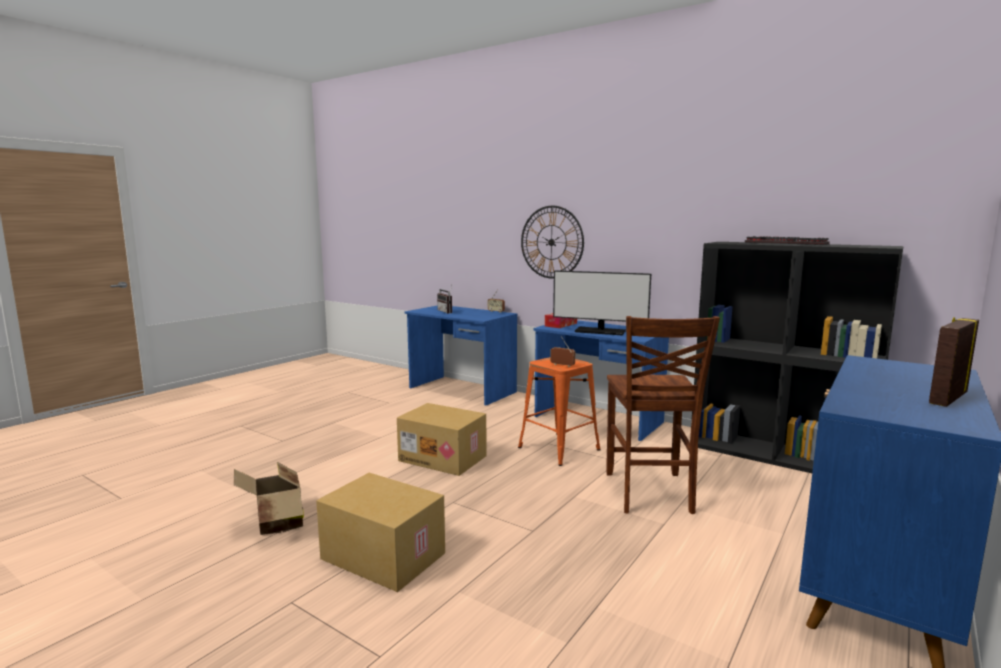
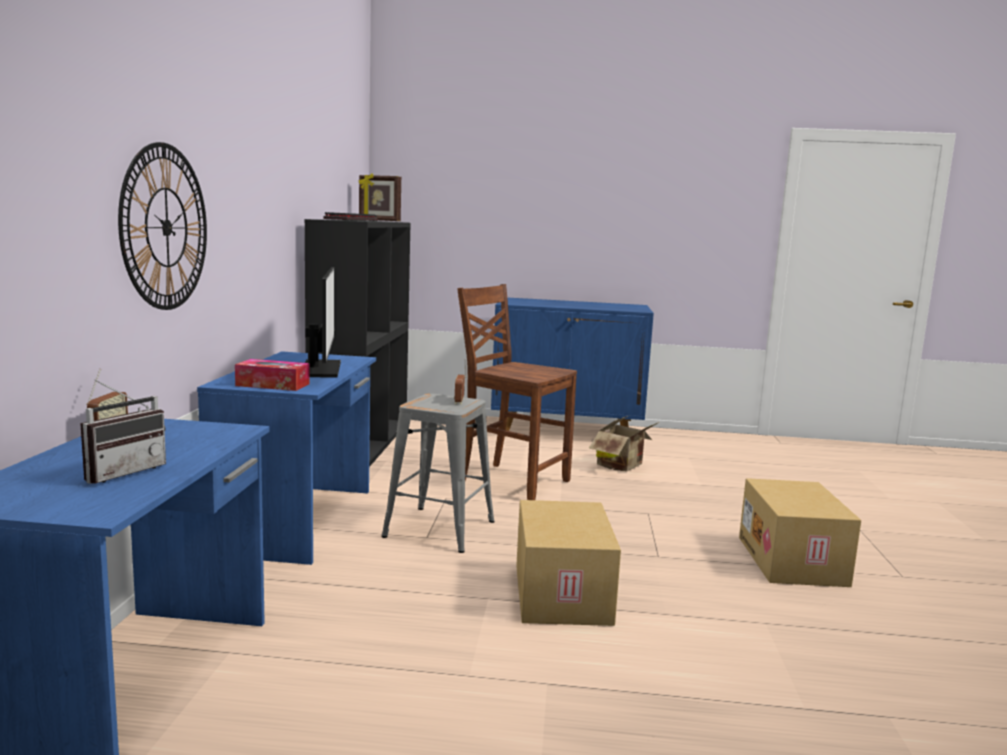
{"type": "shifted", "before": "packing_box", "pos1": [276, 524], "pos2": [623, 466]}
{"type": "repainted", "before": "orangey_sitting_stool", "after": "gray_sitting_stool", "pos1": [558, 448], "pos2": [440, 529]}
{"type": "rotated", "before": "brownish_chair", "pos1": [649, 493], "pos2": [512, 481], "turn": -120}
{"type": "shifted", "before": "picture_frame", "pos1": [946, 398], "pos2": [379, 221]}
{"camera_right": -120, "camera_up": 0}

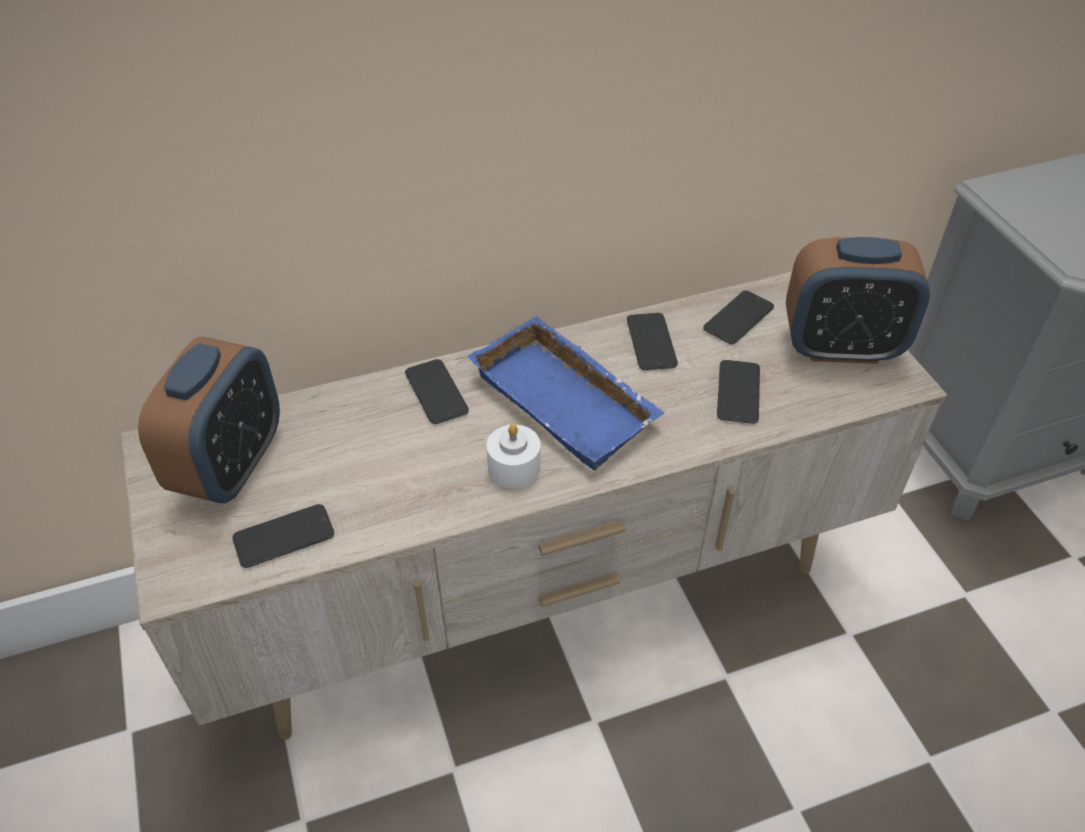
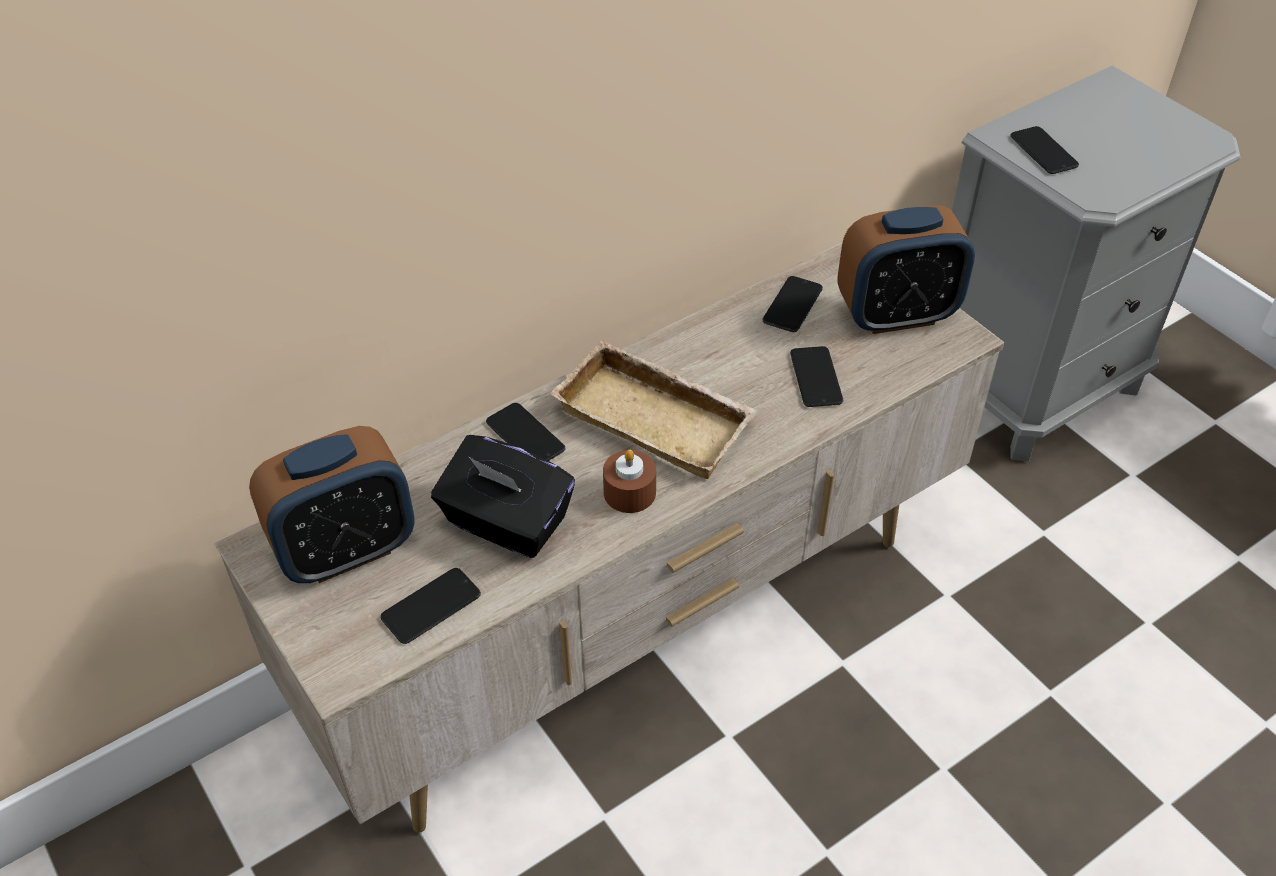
{"type": "rotated", "before": "bedside_clock", "pos1": [231, 465], "pos2": [346, 550], "turn": 60}
{"type": "repainted", "before": "blue_tray", "after": "beige-coloured_tray", "pos1": [569, 400], "pos2": [658, 417]}
{"type": "repainted", "before": "white-coloured_candle", "after": "brownish_candle", "pos1": [514, 467], "pos2": [629, 492]}
{"type": "shifted", "before": "handset", "pos1": [651, 342], "pos2": [1043, 151]}
{"type": "new", "after": "black_tissue_box", "pos2": [506, 523]}
{"camera_right": -15, "camera_up": 0}

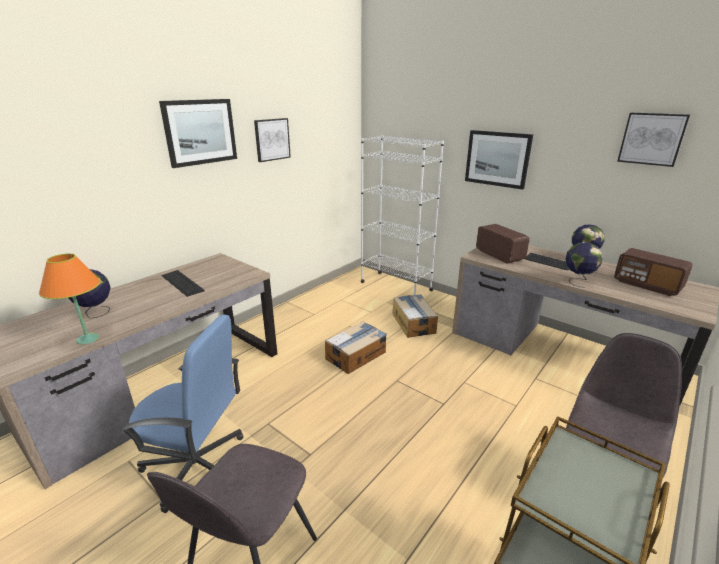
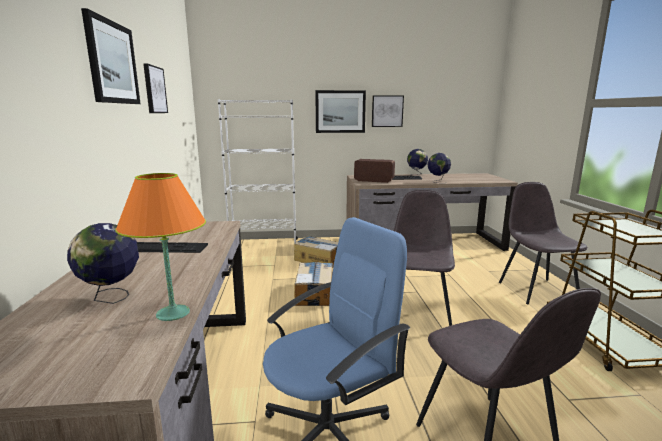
{"type": "gone", "before": "radio_set", "pos1": [647, 285]}
{"type": "shifted", "before": "wall_art", "pos1": [652, 139], "pos2": [387, 111]}
{"type": "new", "after": "gray_chair", "pos2": [418, 311]}
{"camera_right": -45, "camera_up": -10}

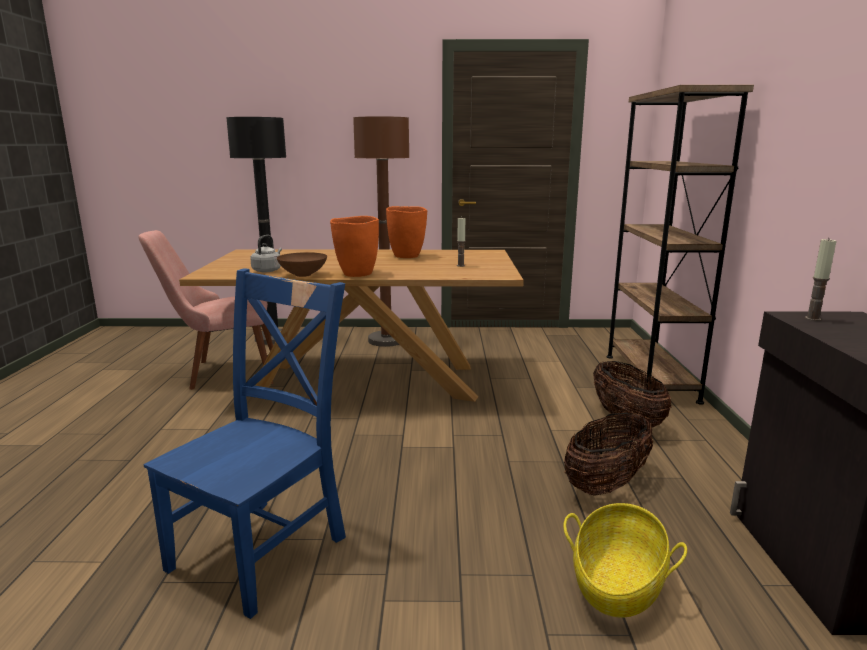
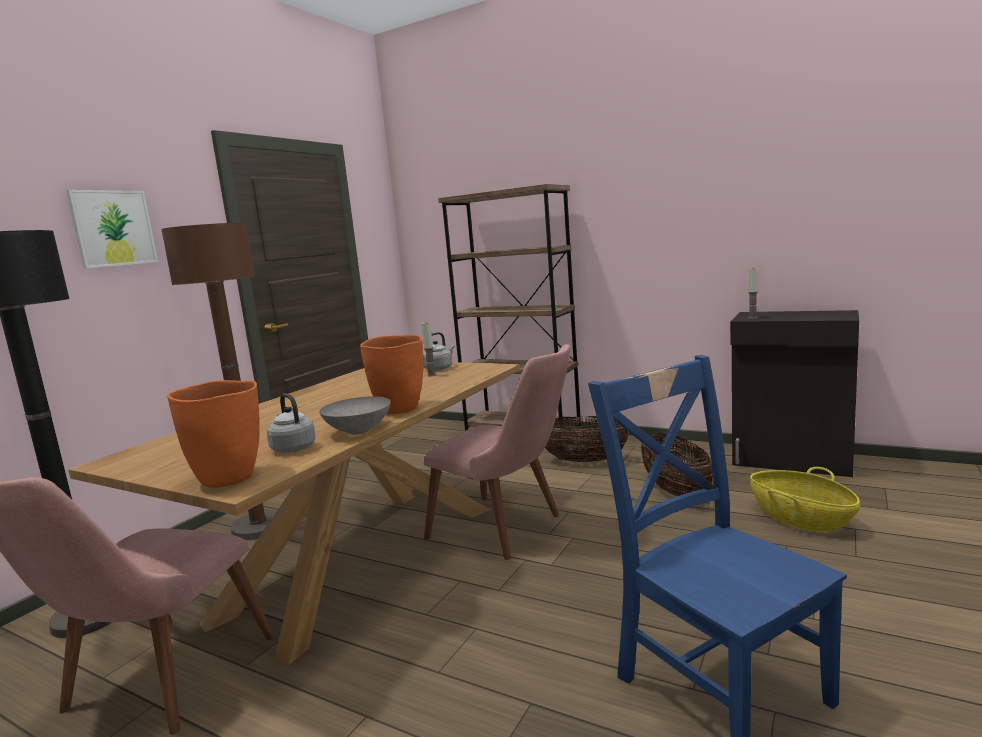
{"type": "repainted", "before": "brownish_deep_dish", "after": "gray_deep_dish", "pos1": [303, 275], "pos2": [358, 431]}
{"type": "shifted", "before": "orangey_decorative_vase", "pos1": [407, 256], "pos2": [229, 478]}
{"type": "new", "after": "wall_art", "pos2": [113, 228]}
{"type": "new", "after": "gray_kettle", "pos2": [439, 368]}
{"type": "new", "after": "pink_chair", "pos2": [509, 529]}
{"camera_right": -60, "camera_up": -5}

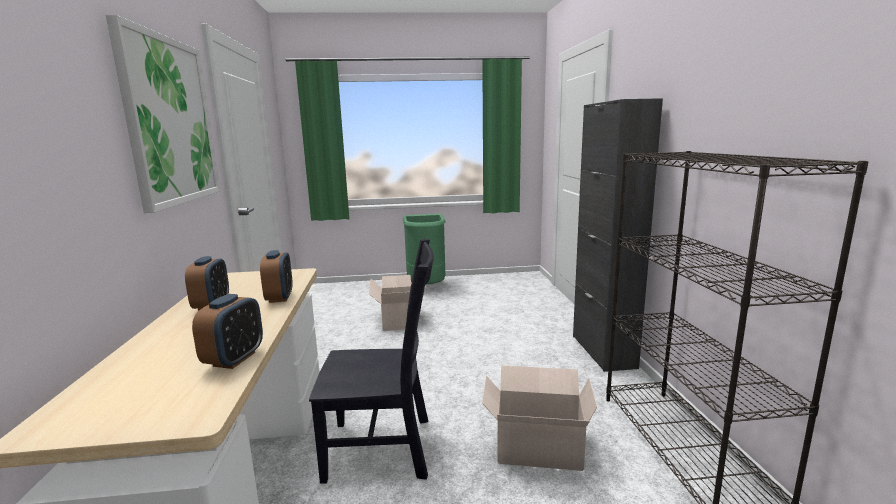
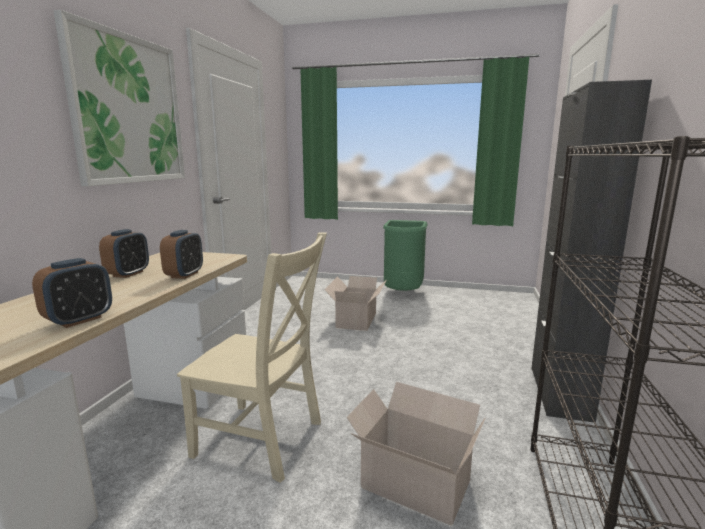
{"type": "repainted", "before": "black_chair", "after": "beige-coloured_chair", "pos1": [384, 449], "pos2": [263, 440]}
{"camera_right": 20, "camera_up": 0}

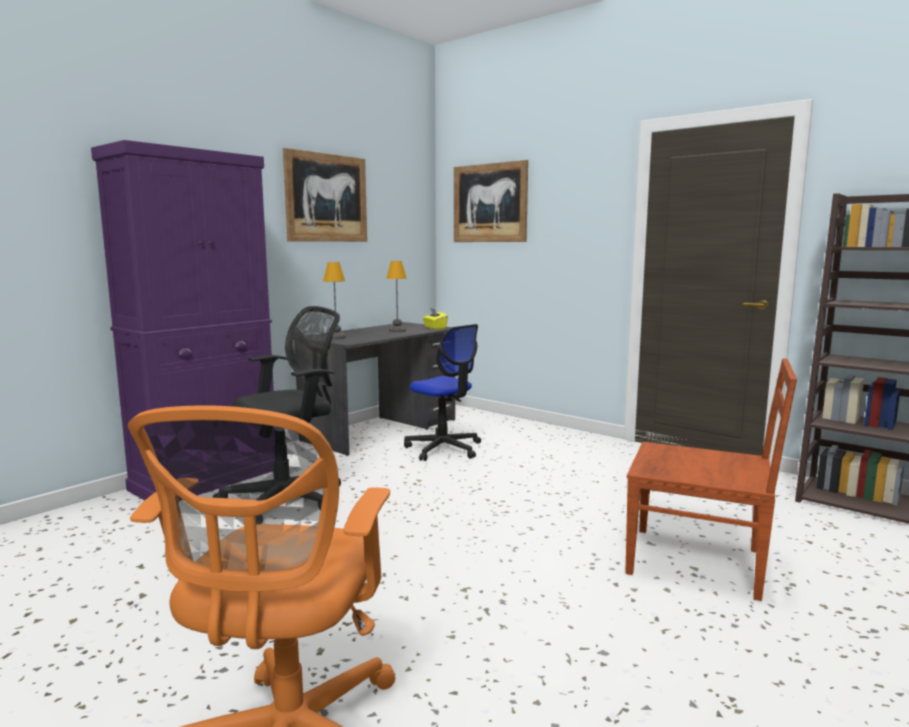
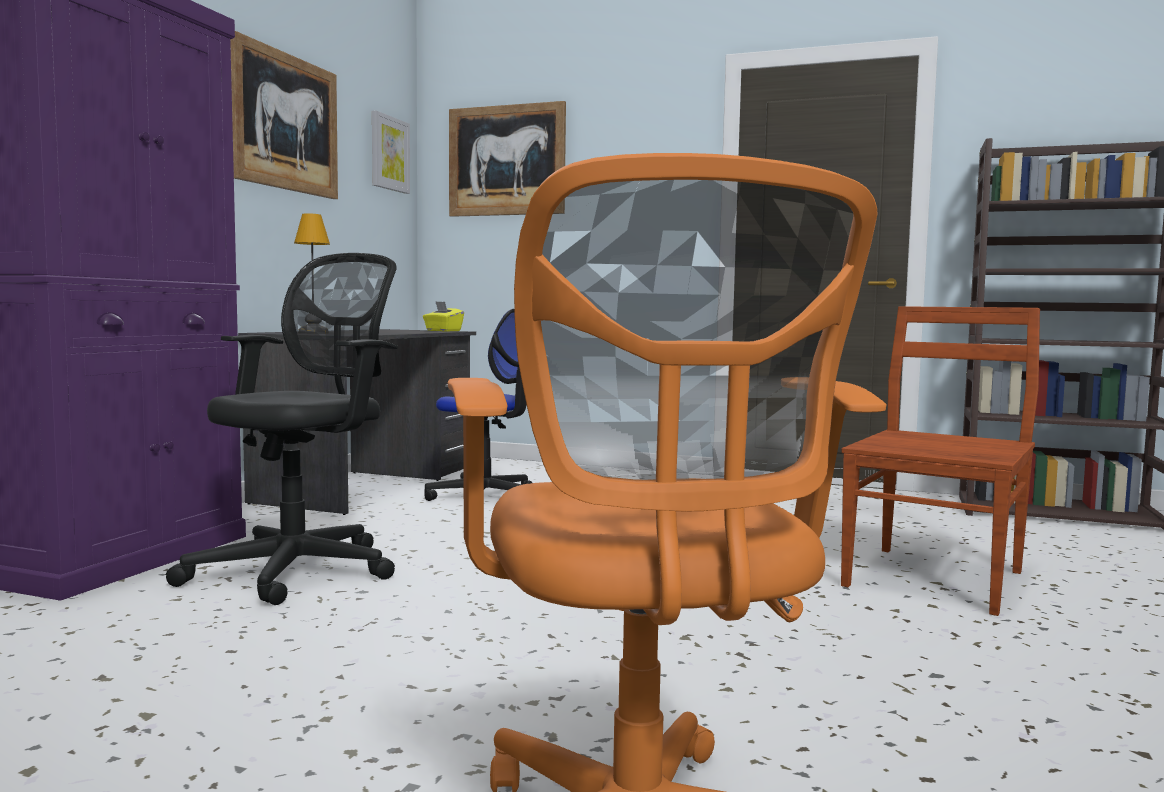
{"type": "gone", "before": "lamp_for_a_table", "pos1": [396, 331]}
{"type": "rotated", "before": "brownish_chair", "pos1": [698, 563], "pos2": [936, 577], "turn": -60}
{"type": "new", "after": "wall_art", "pos2": [389, 153]}
{"camera_right": -20, "camera_up": -5}

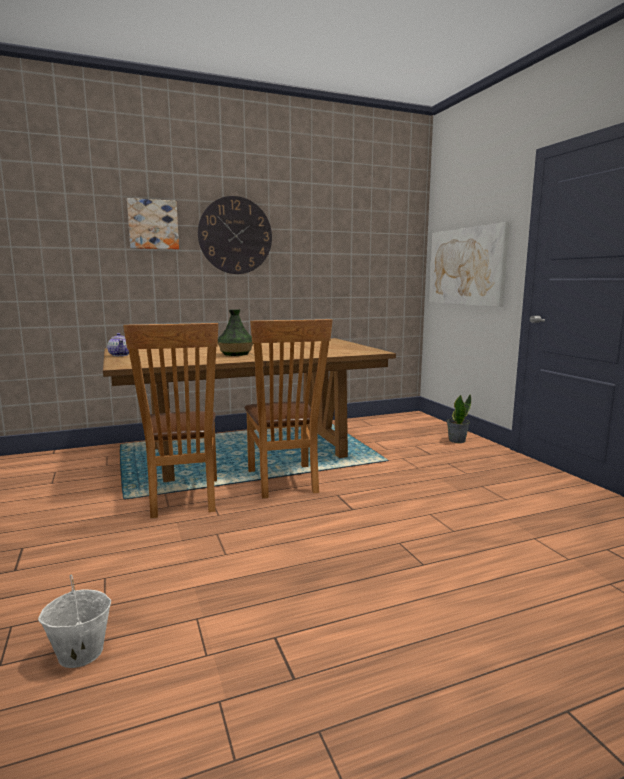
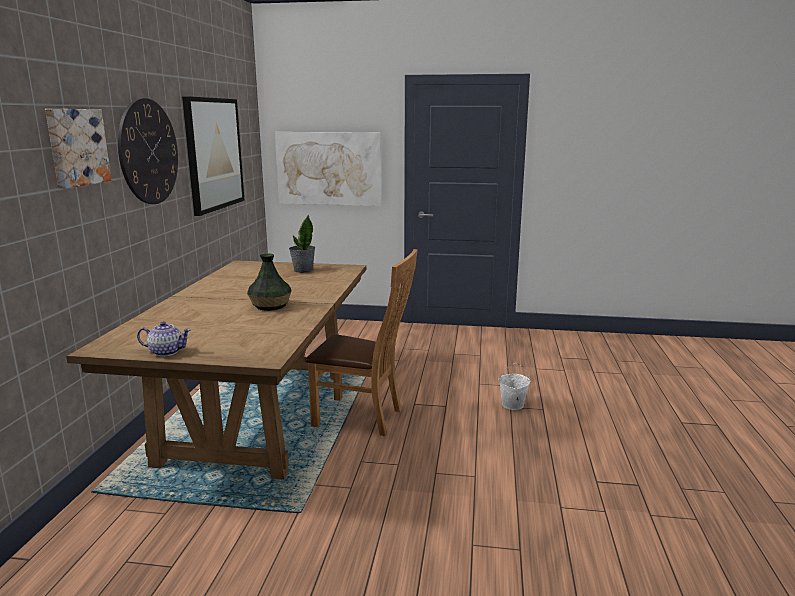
{"type": "shifted", "before": "white-coloured_water_bucket", "pos1": [80, 653], "pos2": [512, 405]}
{"type": "gone", "before": "brownish_chair", "pos1": [183, 500]}
{"type": "shifted", "before": "potted_plant", "pos1": [456, 440], "pos2": [303, 270]}
{"type": "new", "after": "wall_art", "pos2": [214, 154]}
{"camera_right": -60, "camera_up": 5}

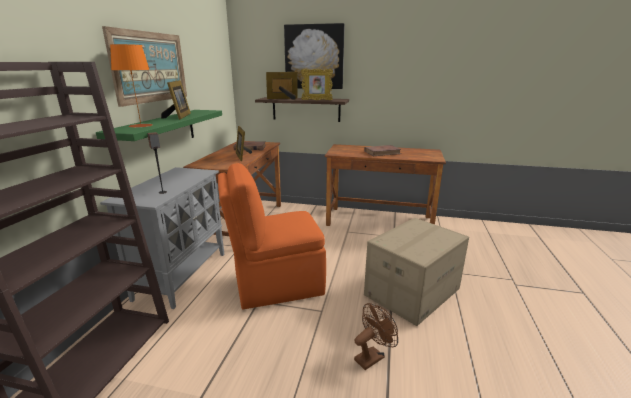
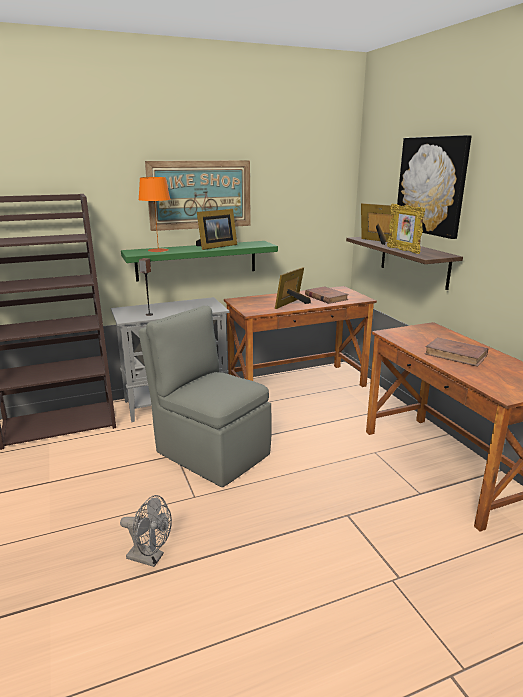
{"type": "repainted", "before": "orangey_chair", "after": "gray_chair", "pos1": [276, 284], "pos2": [211, 452]}
{"type": "repainted", "before": "brownish_fan", "after": "gray_fan", "pos1": [372, 356], "pos2": [150, 558]}
{"type": "gone", "before": "packing_box", "pos1": [411, 291]}
{"camera_right": 55, "camera_up": 0}

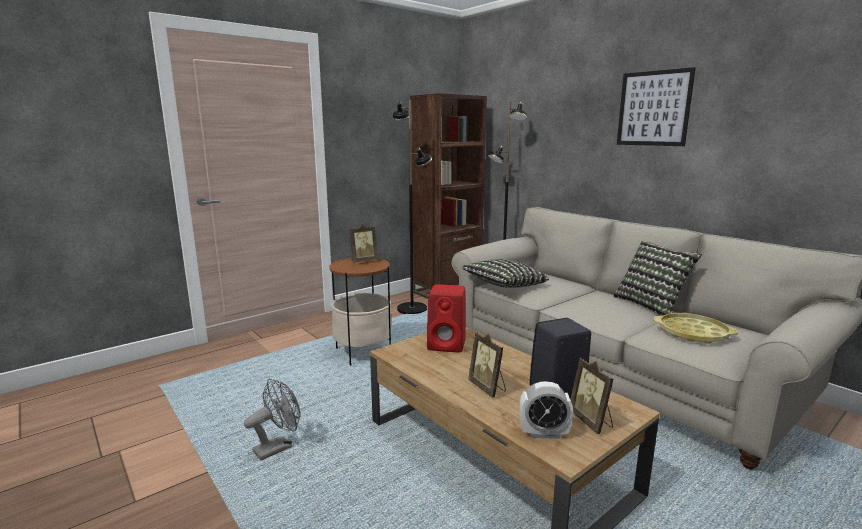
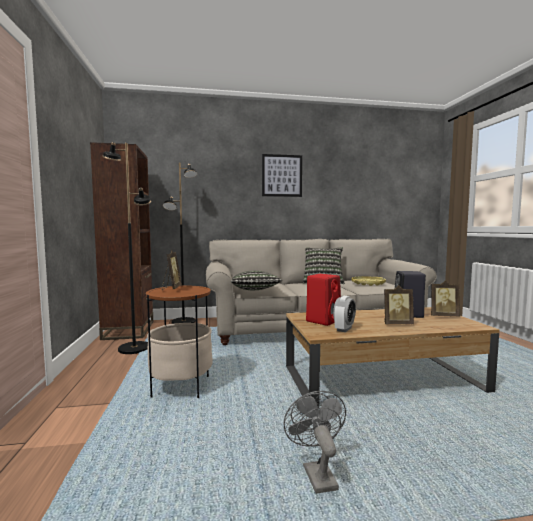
{"type": "shifted", "before": "bedside_clock", "pos1": [543, 433], "pos2": [344, 329]}
{"camera_right": -60, "camera_up": -10}

